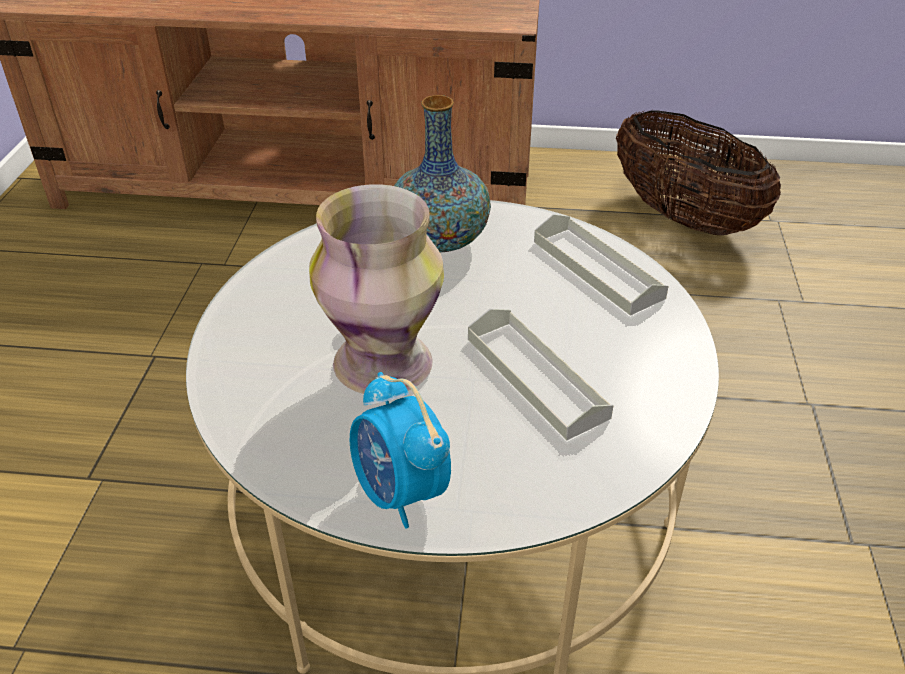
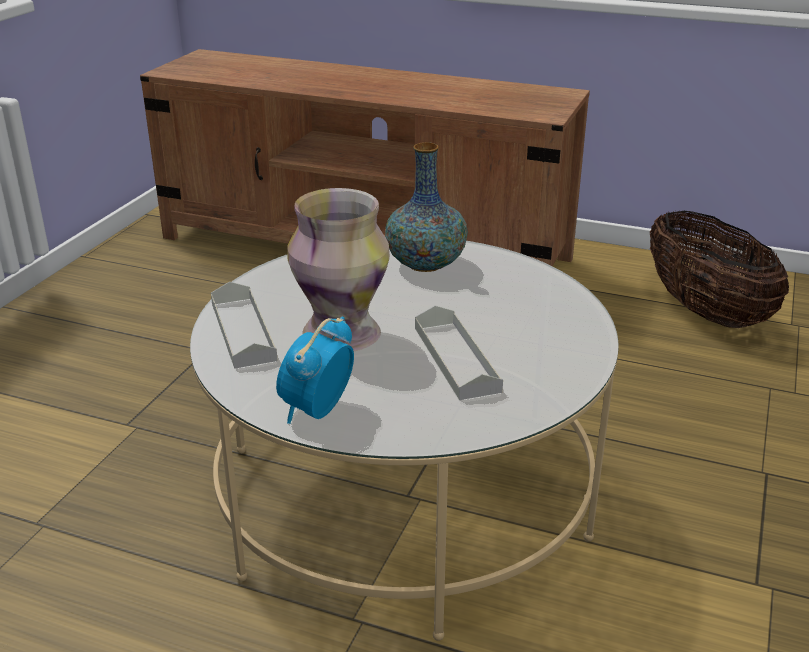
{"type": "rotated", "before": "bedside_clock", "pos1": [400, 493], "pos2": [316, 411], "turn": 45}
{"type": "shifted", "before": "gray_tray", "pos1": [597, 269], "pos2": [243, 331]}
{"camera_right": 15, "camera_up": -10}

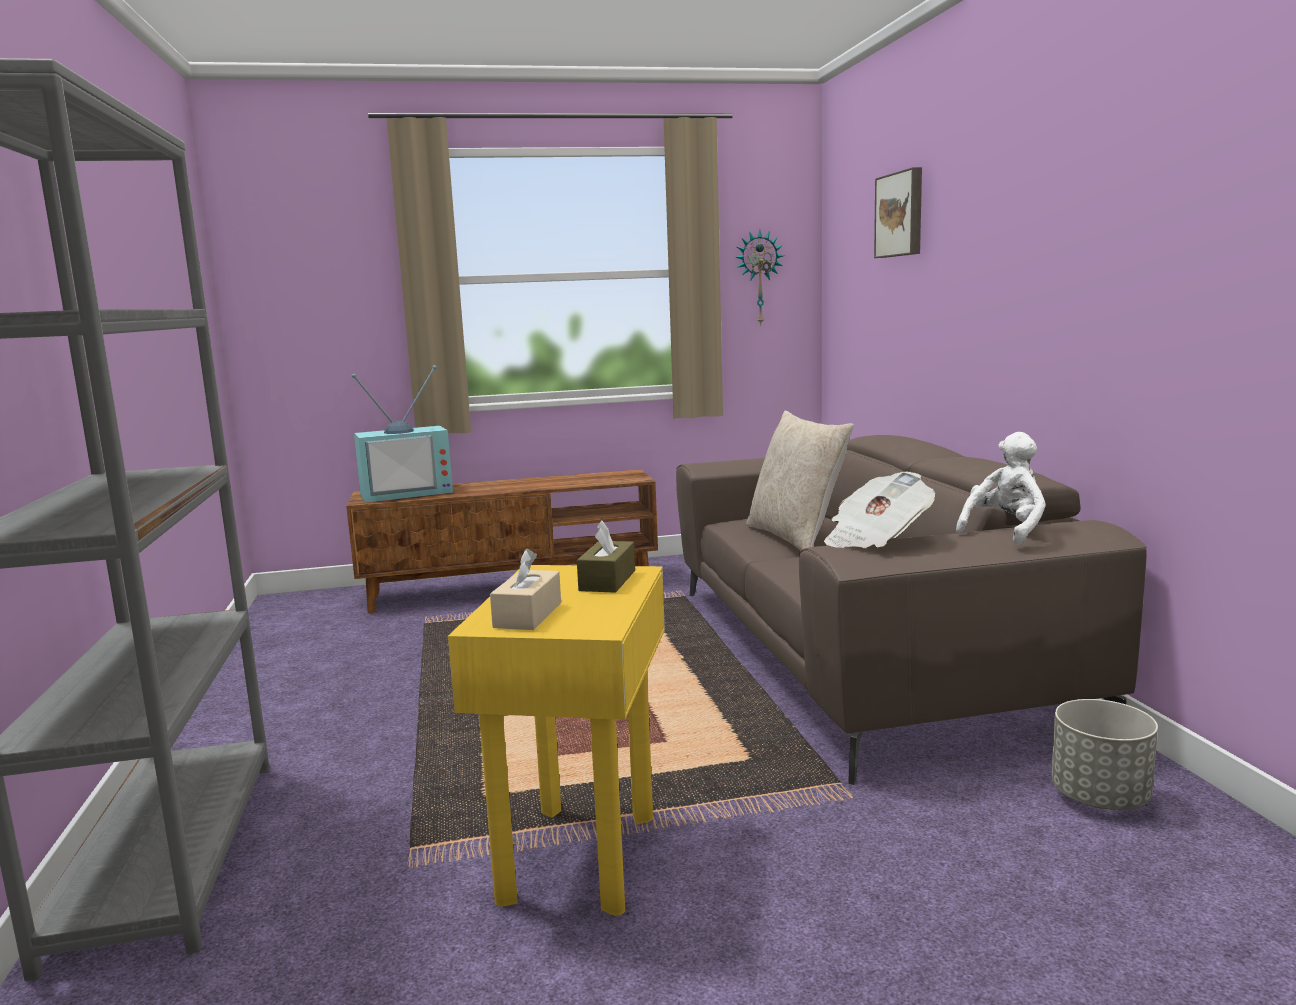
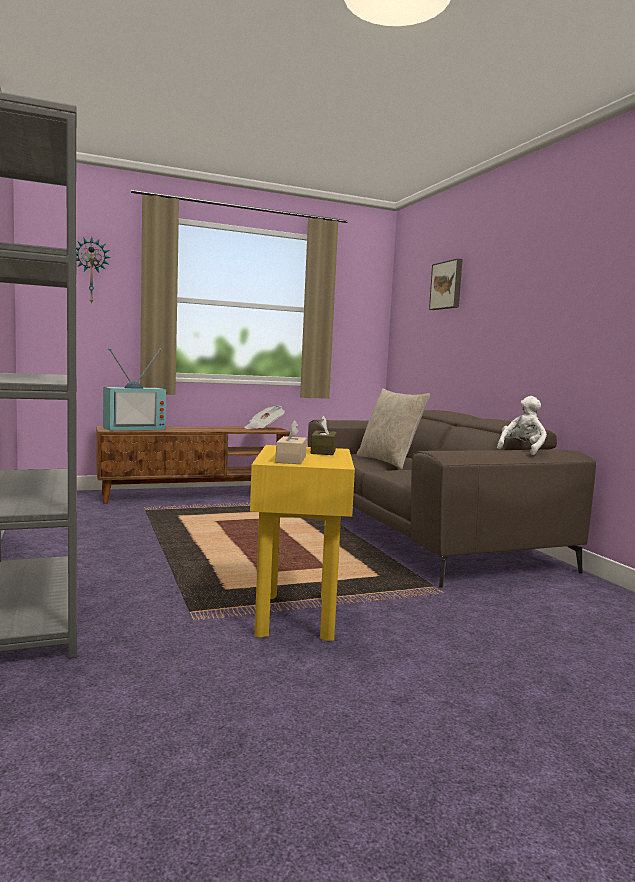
{"type": "shifted", "before": "wall_clock", "pos1": [758, 278], "pos2": [91, 271]}
{"type": "shifted", "before": "daily_paper", "pos1": [875, 539], "pos2": [263, 428]}
{"type": "gone", "before": "gray_planter", "pos1": [1098, 797]}
{"camera_right": -10, "camera_up": -5}

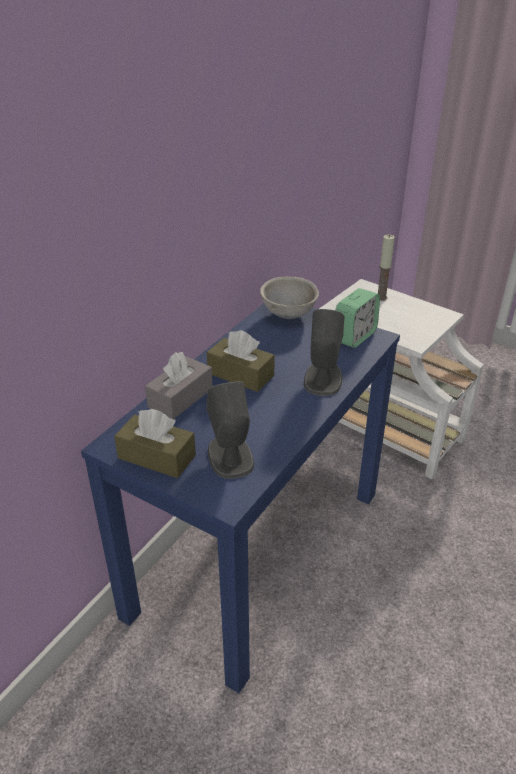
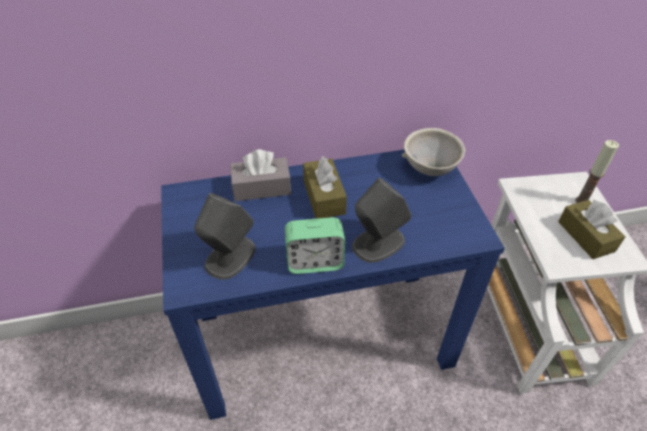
{"type": "shifted", "before": "brownish_tissue_box", "pos1": [157, 457], "pos2": [586, 236]}
{"type": "shifted", "before": "bedside_clock", "pos1": [355, 336], "pos2": [315, 262]}
{"camera_right": 45, "camera_up": 10}

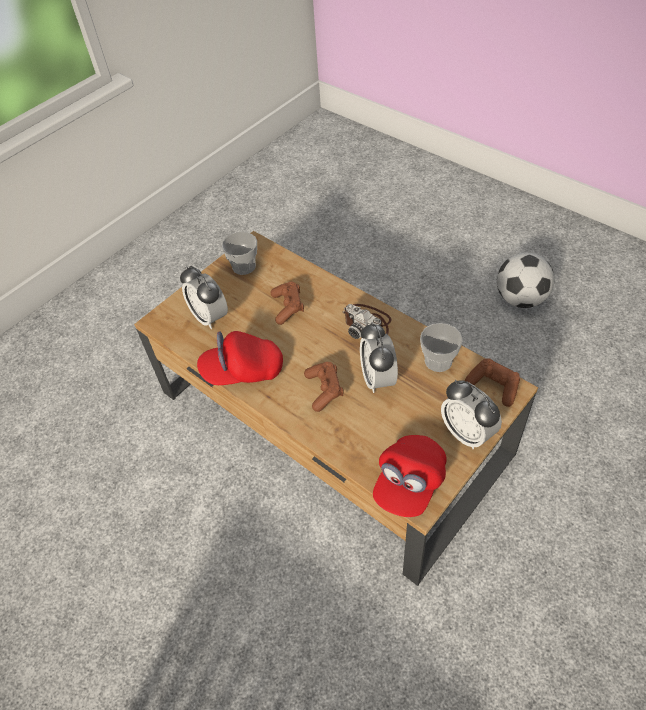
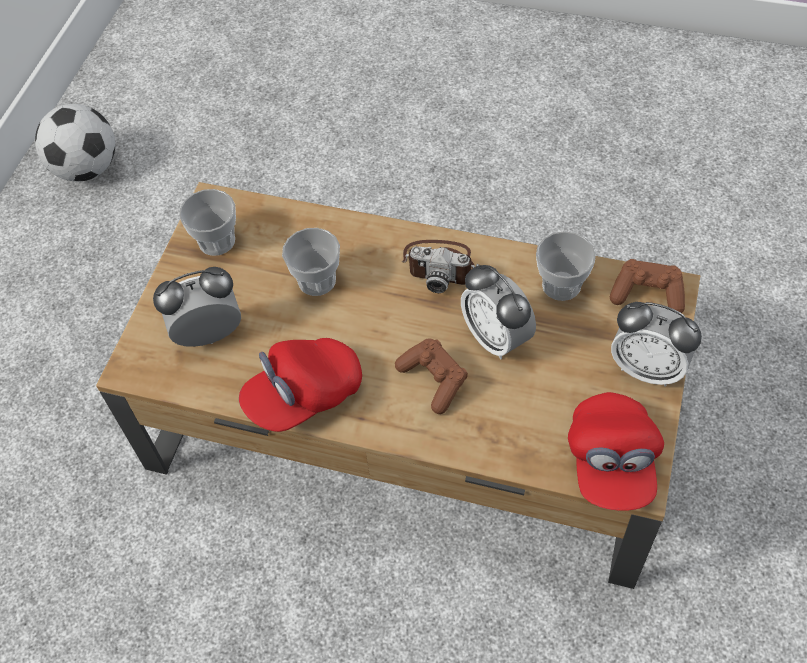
{"type": "rotated", "before": "bedside_clock", "pos1": [210, 317], "pos2": [209, 334], "turn": 135}
{"type": "swapped", "before": "brownish_gamepad", "after": "drinking_cup", "pos1": [288, 307], "pos2": [317, 280]}
{"type": "shifted", "before": "football", "pos1": [520, 299], "pos2": [87, 169]}
{"camera_right": -25, "camera_up": 5}

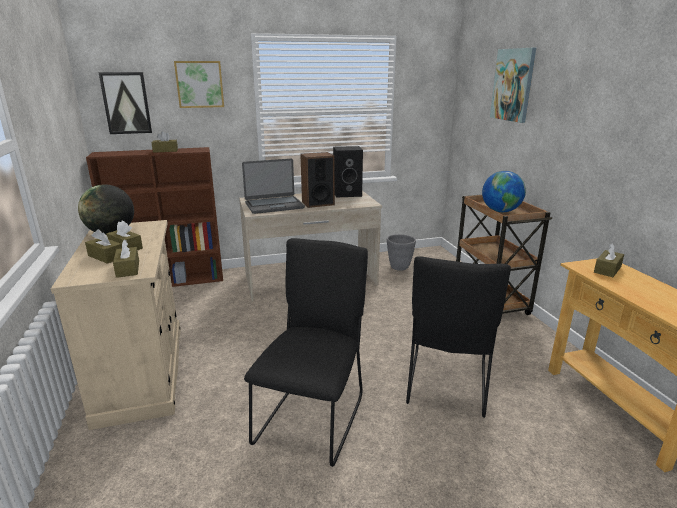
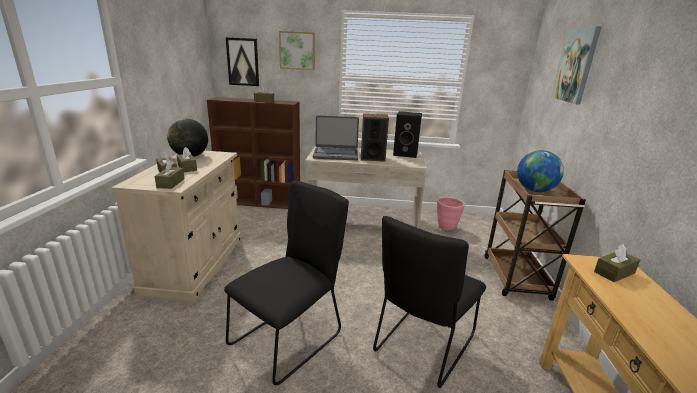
{"type": "repainted", "before": "gray_planter", "after": "pink_planter", "pos1": [399, 267], "pos2": [446, 227]}
{"camera_right": 20, "camera_up": 0}

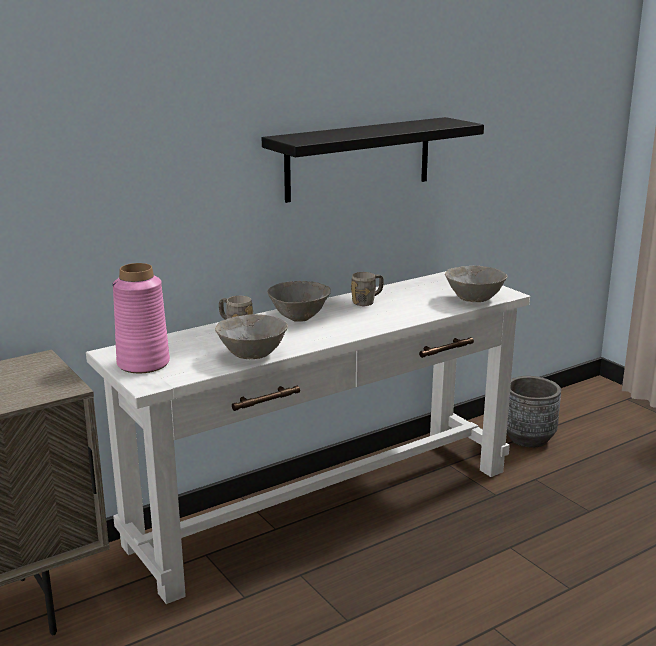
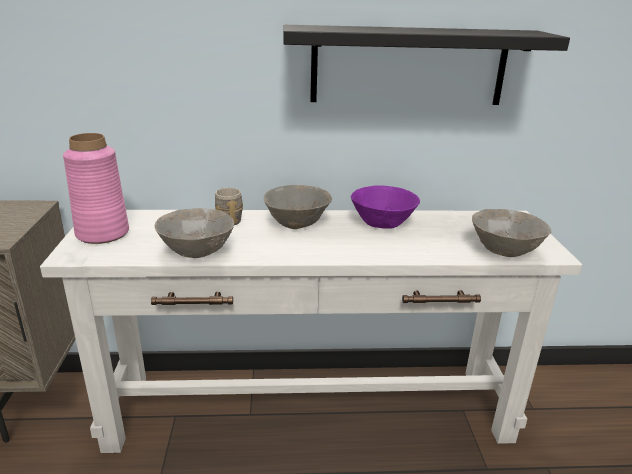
{"type": "swapped", "before": "gray_coffee_mug", "after": "purple_deep_dish", "pos1": [367, 301], "pos2": [383, 224]}
{"type": "gone", "before": "gray_planter", "pos1": [528, 438]}
{"camera_right": 30, "camera_up": 5}

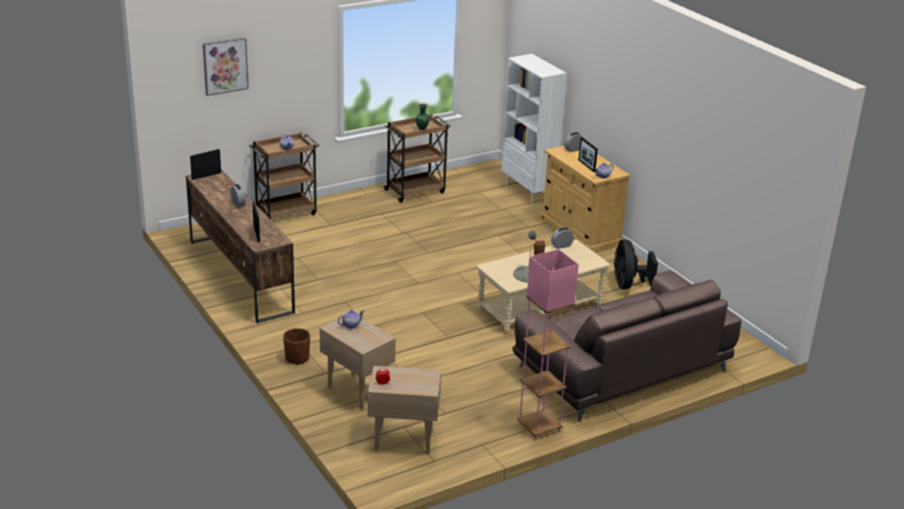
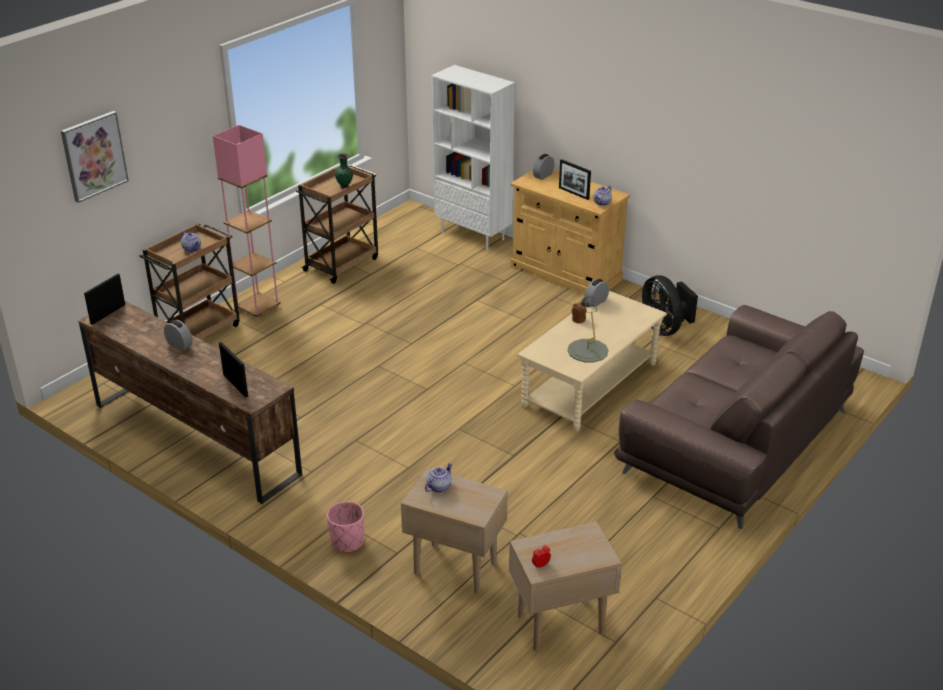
{"type": "repainted", "before": "brownish_planter", "after": "pink_planter", "pos1": [297, 358], "pos2": [347, 542]}
{"type": "shifted", "before": "pink_floor_lamp", "pos1": [539, 427], "pos2": [258, 309]}
{"camera_right": -20, "camera_up": 5}

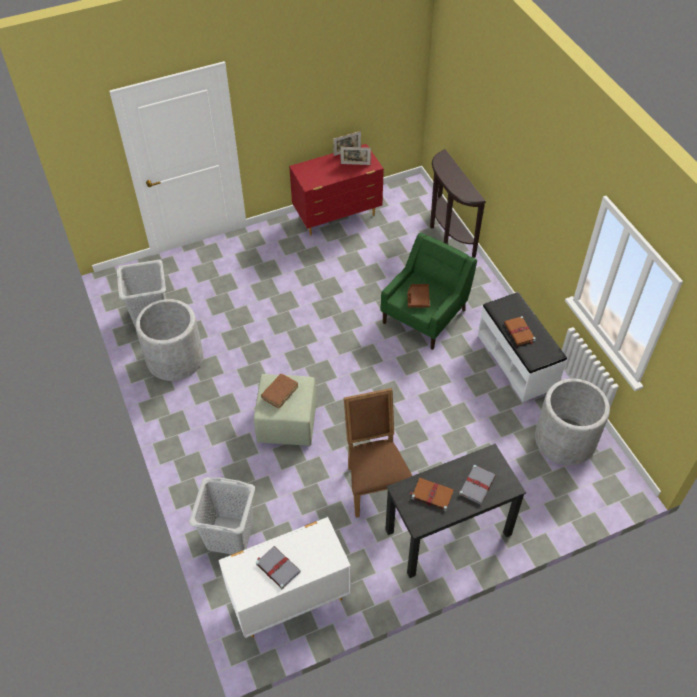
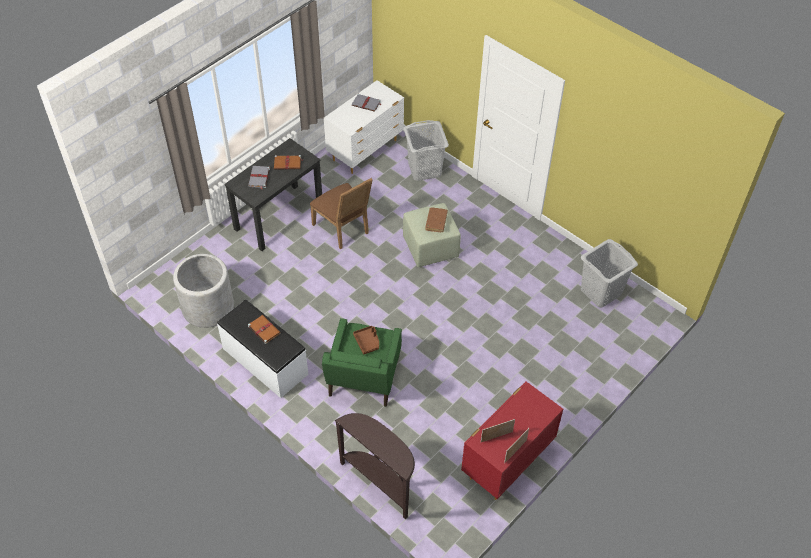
{"type": "gone", "before": "gray_planter", "pos1": [175, 358]}
{"camera_right": 155, "camera_up": 0}

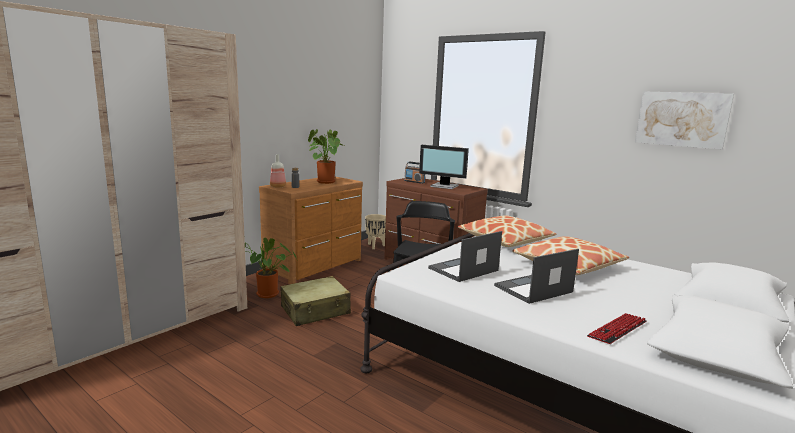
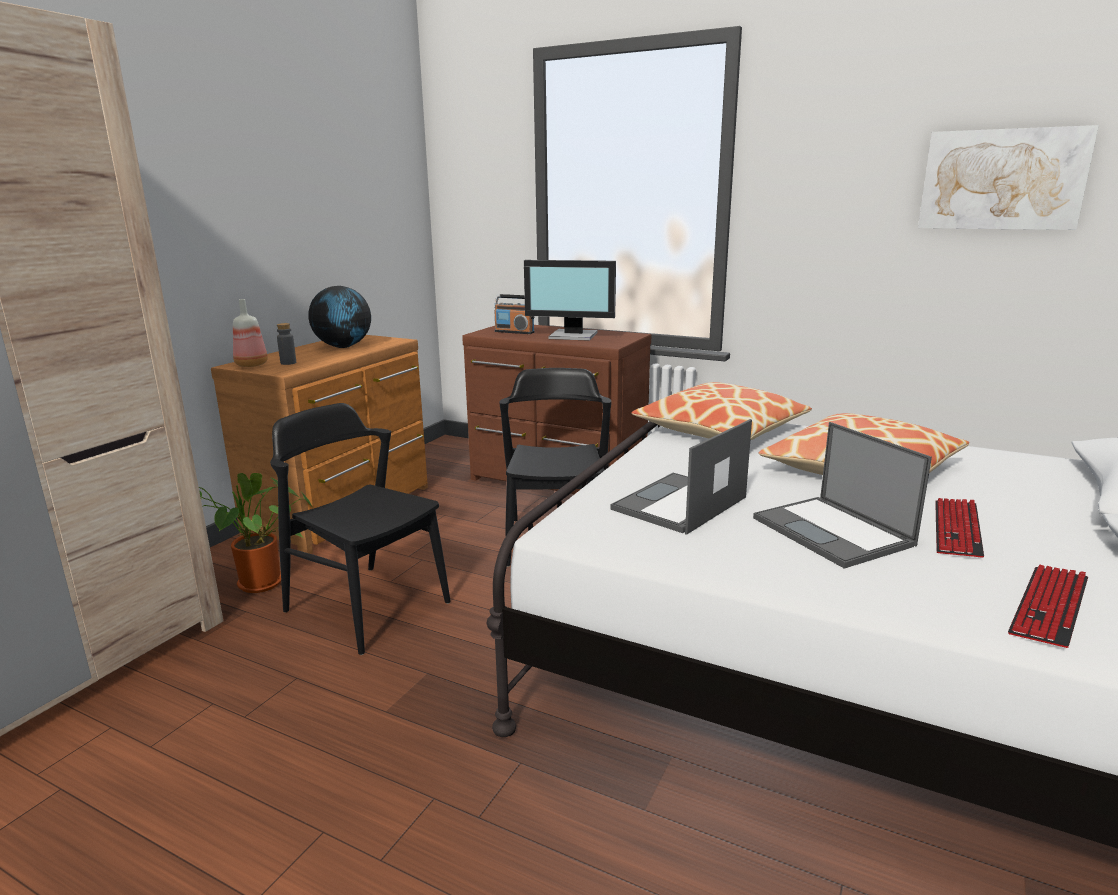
{"type": "swapped", "before": "beige-coloured_piece_of_luggage", "after": "black_chair", "pos1": [315, 311], "pos2": [367, 606]}
{"type": "swapped", "before": "potted_plant", "after": "globe", "pos1": [324, 181], "pos2": [343, 346]}
{"type": "gone", "before": "beige-coloured_planter", "pos1": [375, 246]}
{"type": "rotated", "before": "notebook_computer", "pos1": [533, 289], "pos2": [834, 532], "turn": -75}
{"type": "new", "after": "computer_keyboard", "pos2": [957, 529]}
{"camera_right": -10, "camera_up": 5}

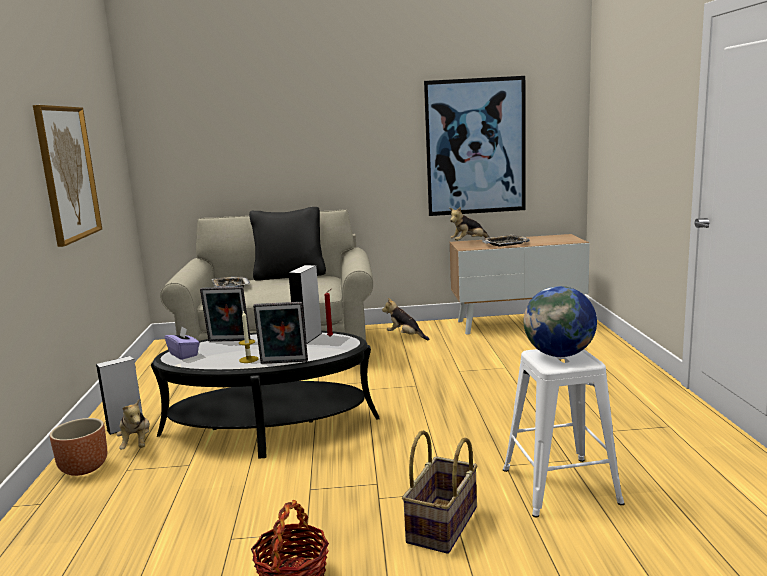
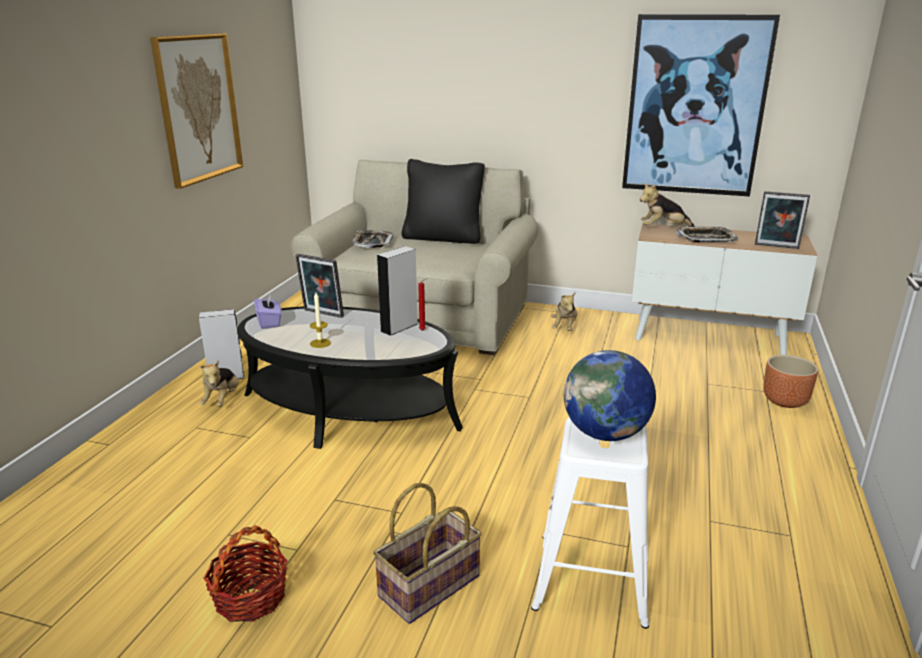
{"type": "shifted", "before": "brownish_planter", "pos1": [83, 468], "pos2": [784, 401]}
{"type": "shifted", "before": "picture_frame", "pos1": [283, 363], "pos2": [776, 247]}
{"type": "rotated", "before": "cuddly_toy", "pos1": [405, 336], "pos2": [564, 327], "turn": -135}
{"camera_right": 20, "camera_up": 10}

